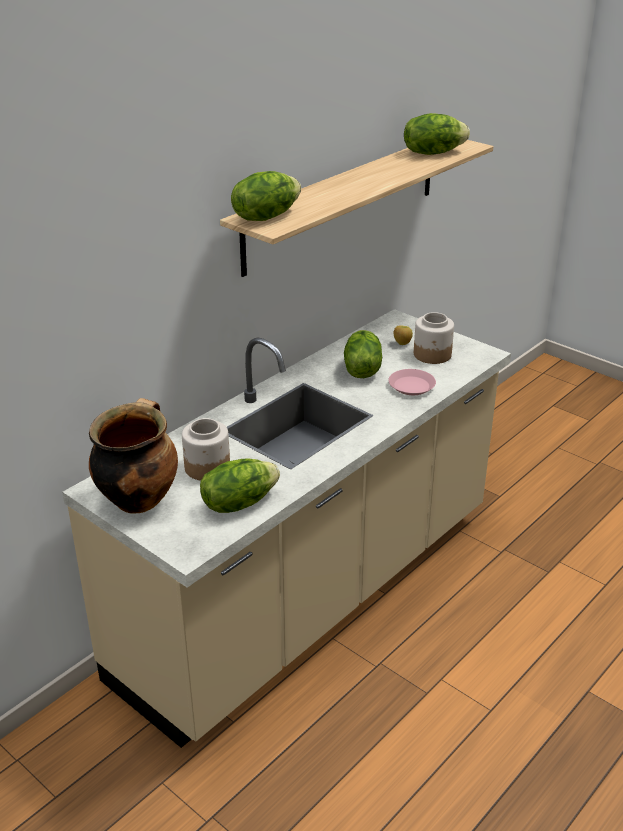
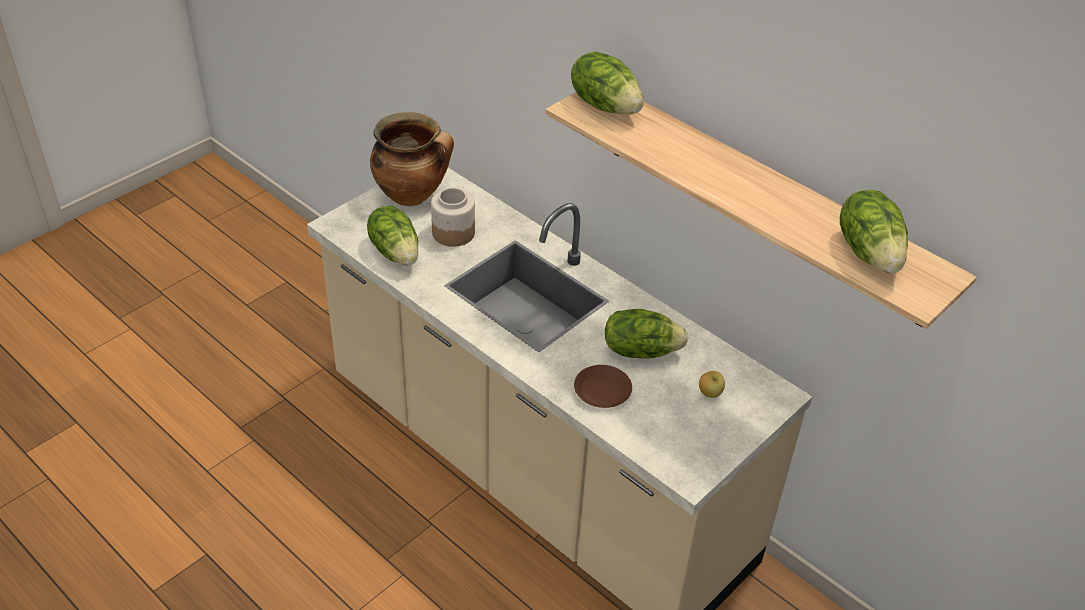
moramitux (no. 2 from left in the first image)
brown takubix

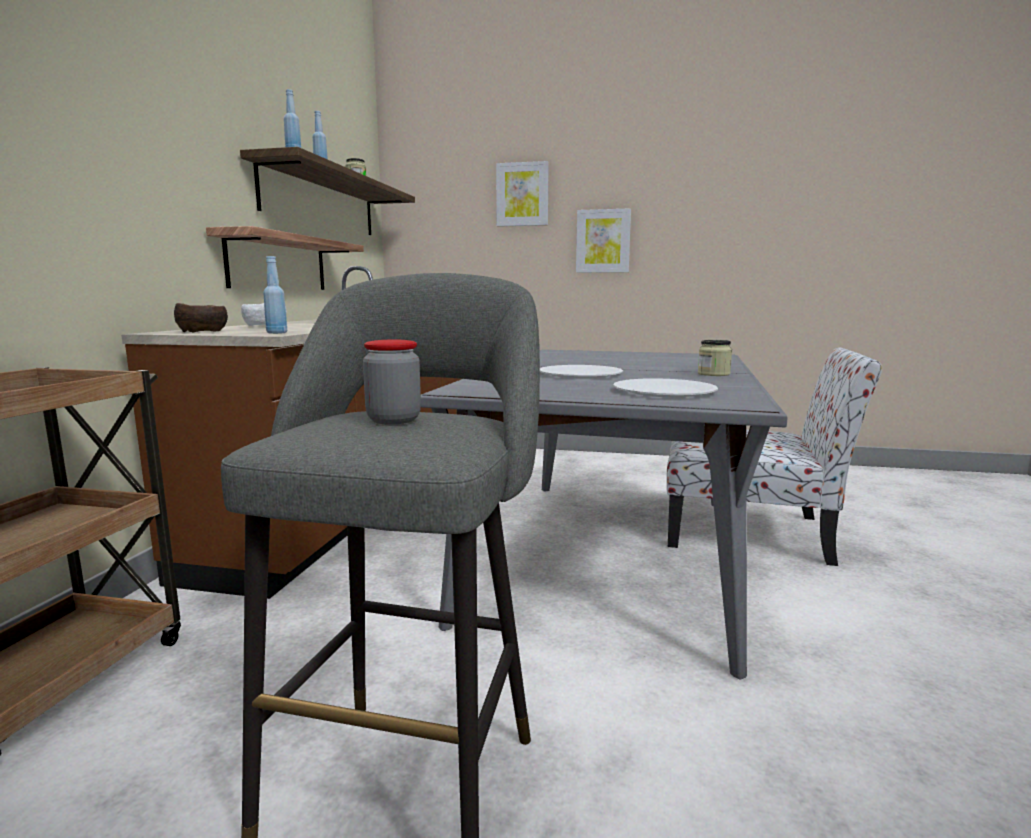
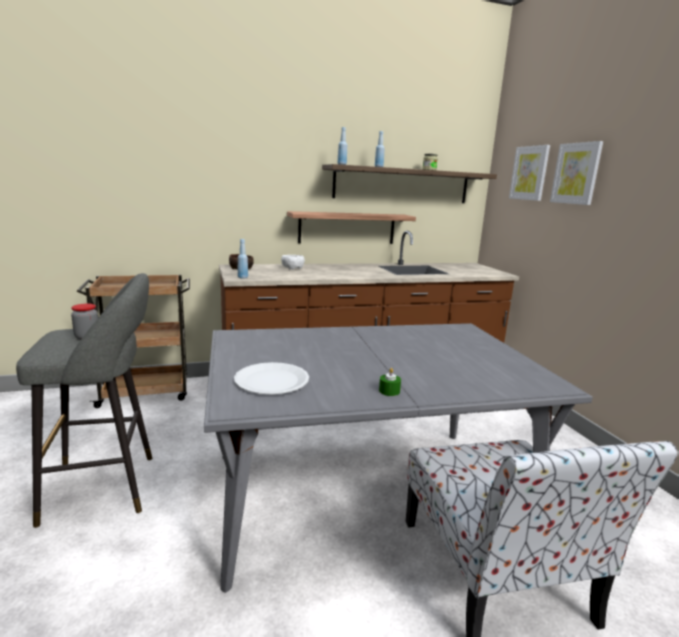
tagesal (no. 1 from left)
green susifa
white takubix (no. 1 from left in the first image)

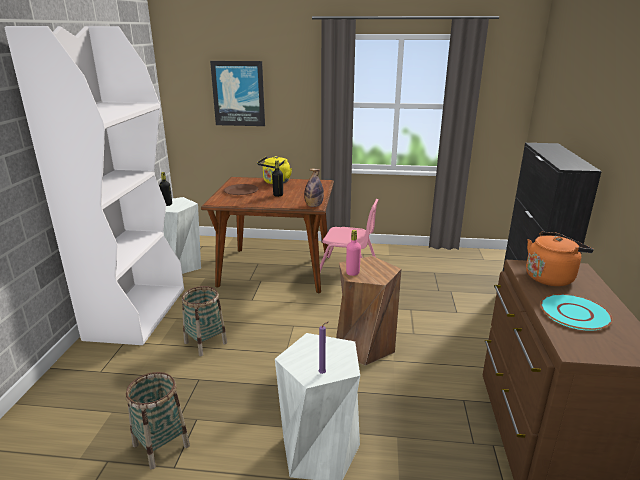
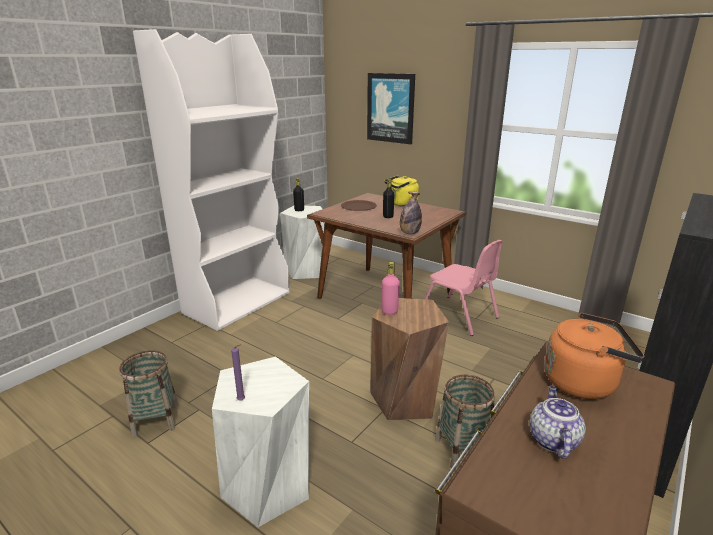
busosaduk (no. 2 from left)
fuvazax

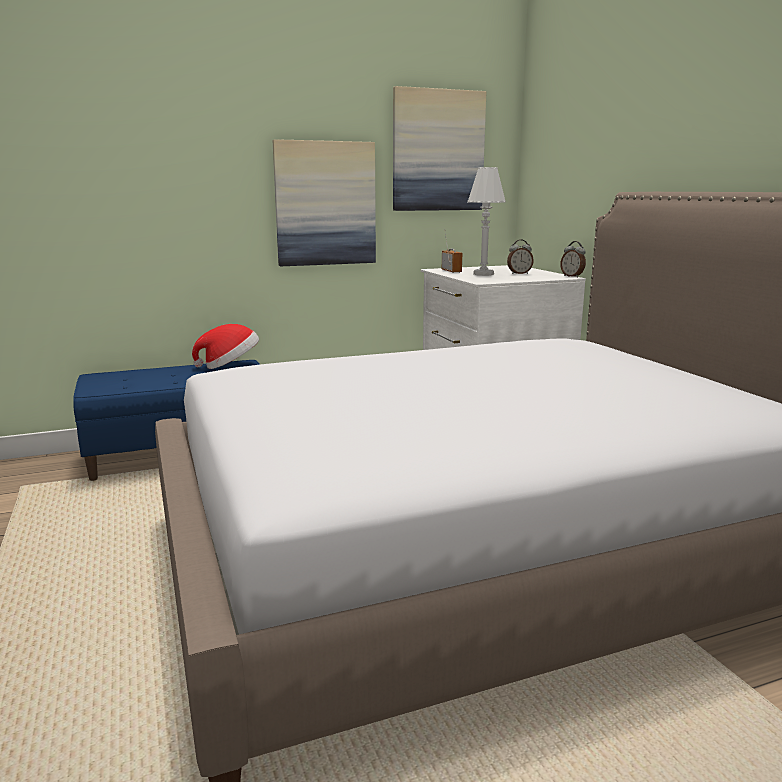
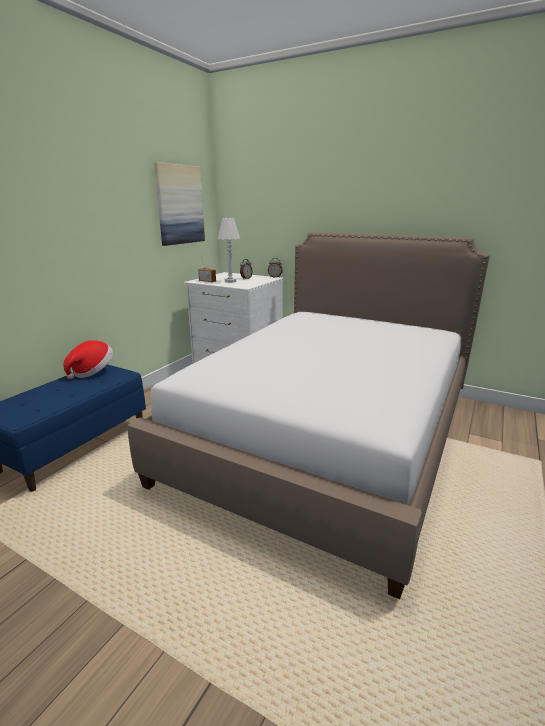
tagesal (no. 1 from left in the first image)

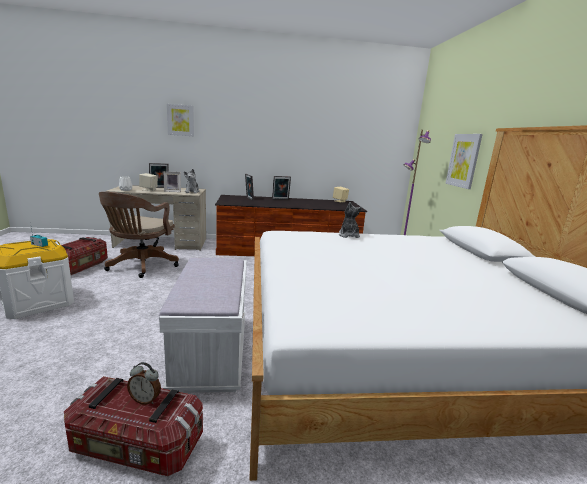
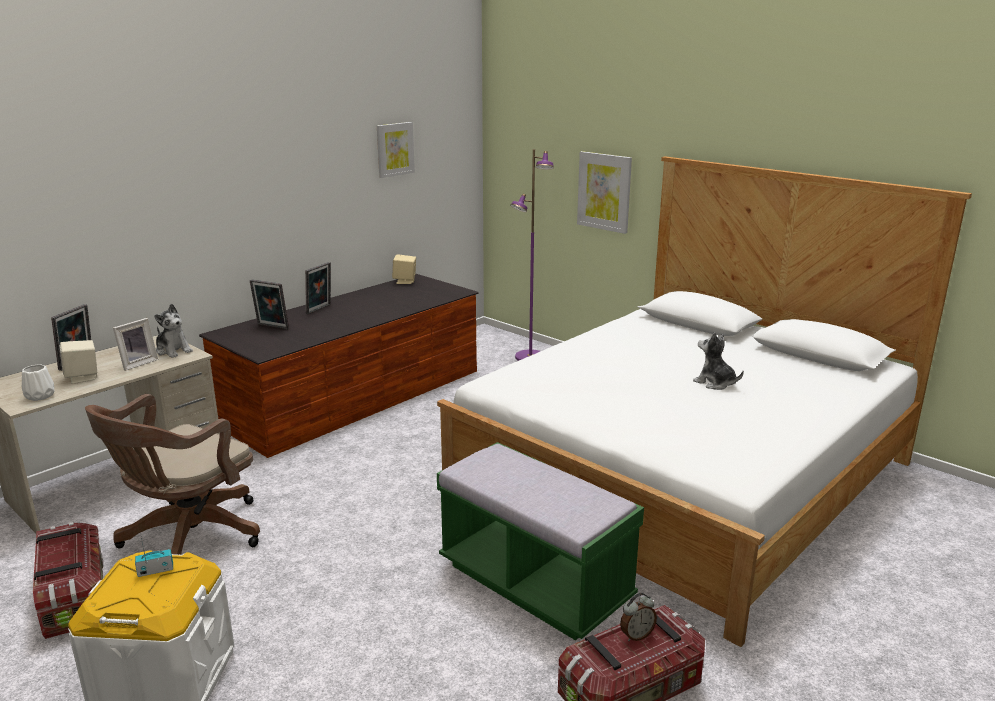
tagesal (no. 1 from left)
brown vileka
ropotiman (no. 2 from left)
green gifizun

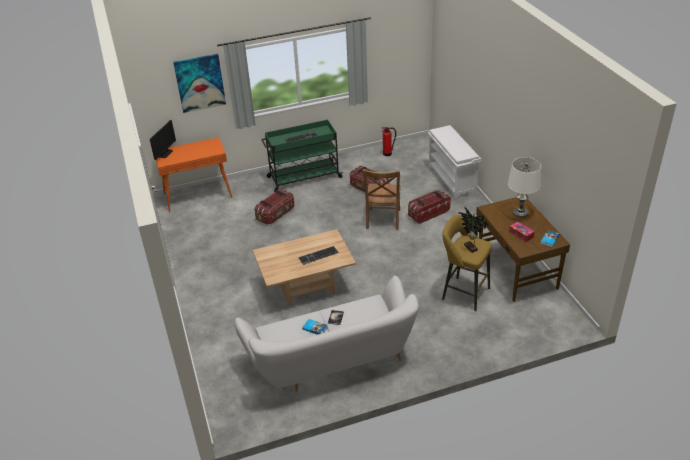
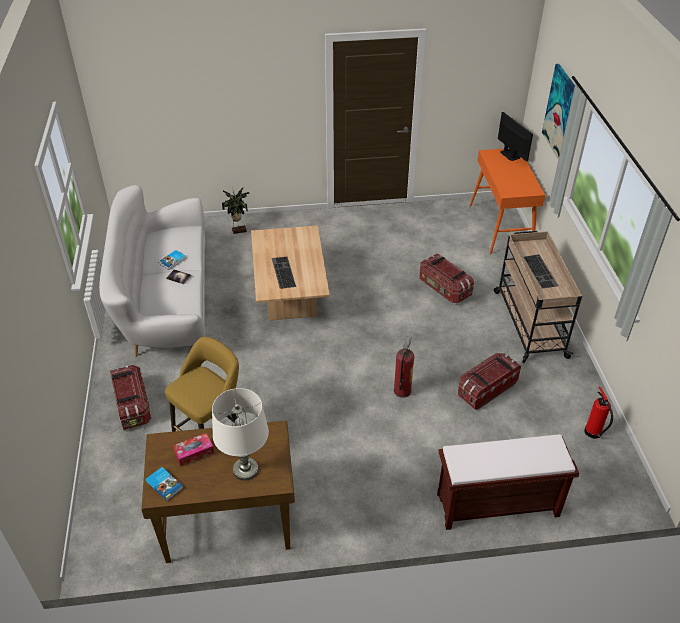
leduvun
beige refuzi
brown gifizun
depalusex (no. 1 from left)
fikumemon (no. 1 from left)
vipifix

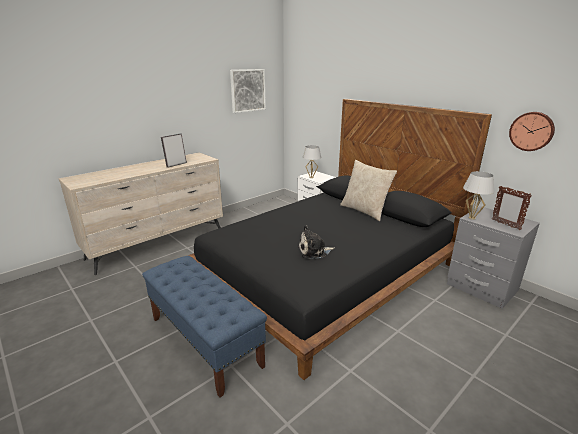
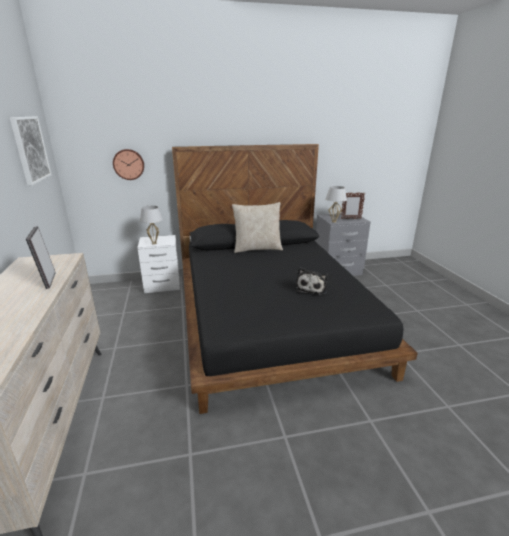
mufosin
blue gifizun

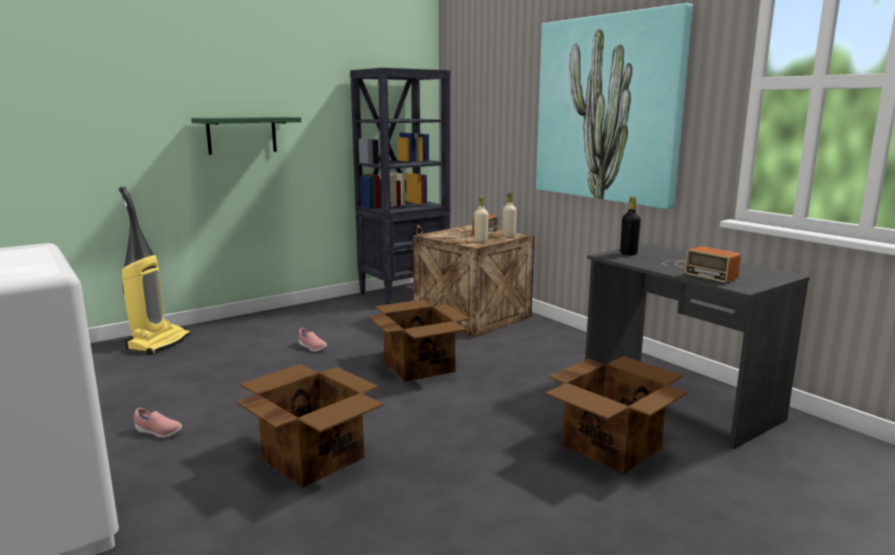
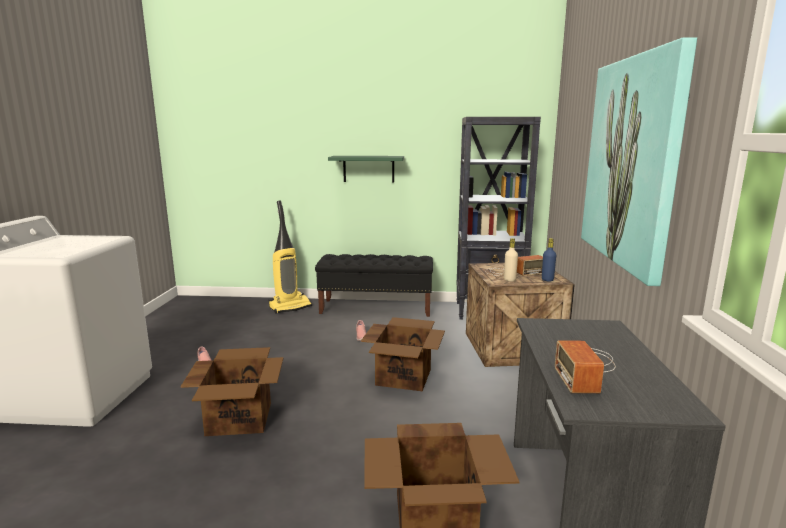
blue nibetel
black nibetel
black gifizun

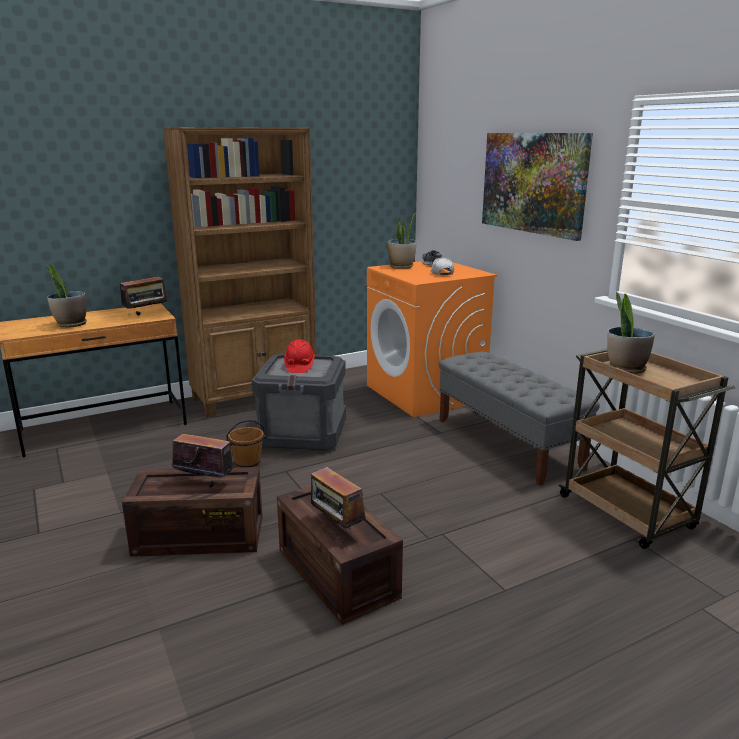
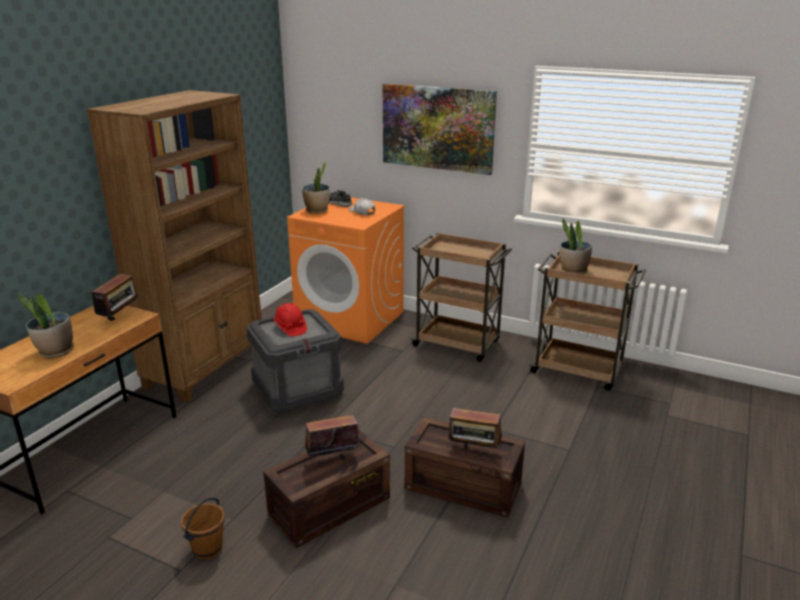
brown refuzi (no. 1 from left)
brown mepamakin

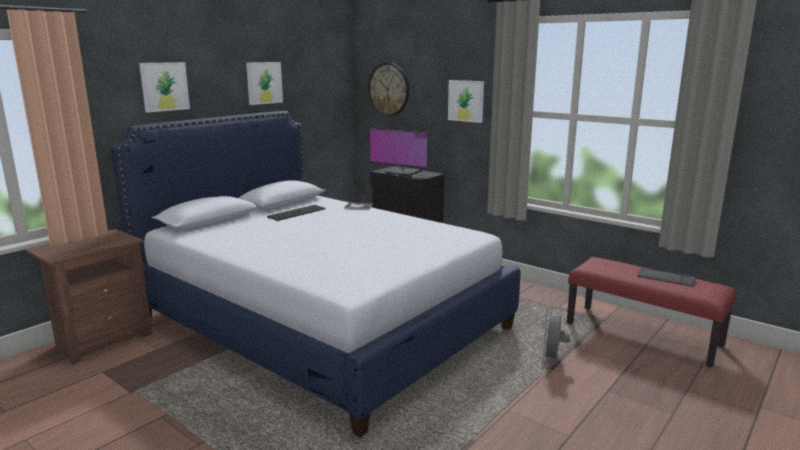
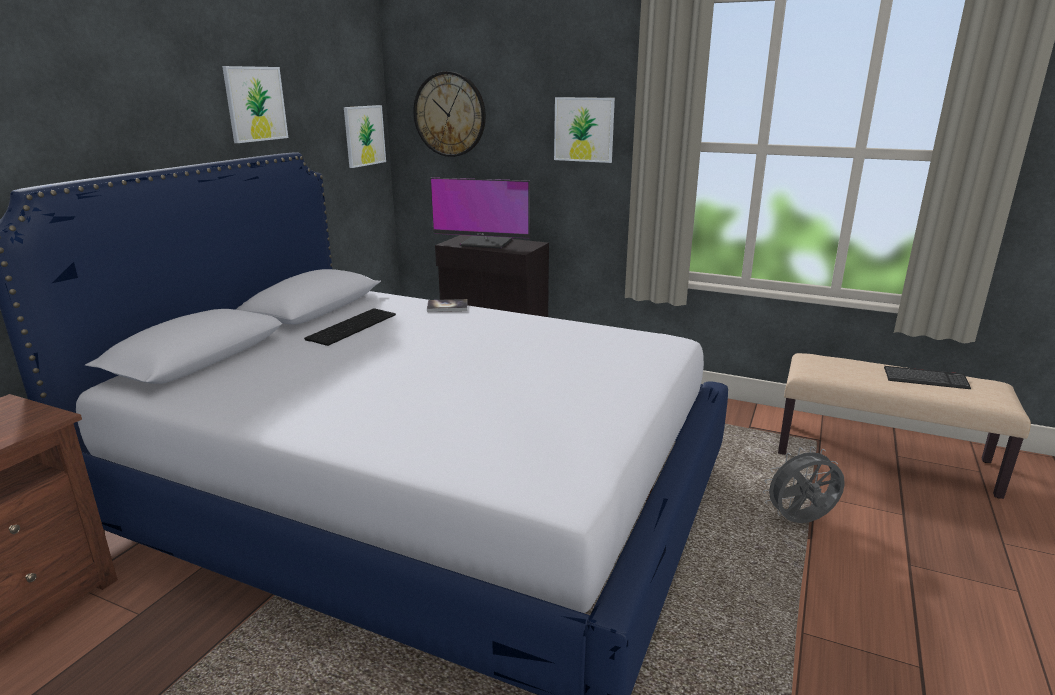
tagesal (no. 2 from left)
beige gifizun
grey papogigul

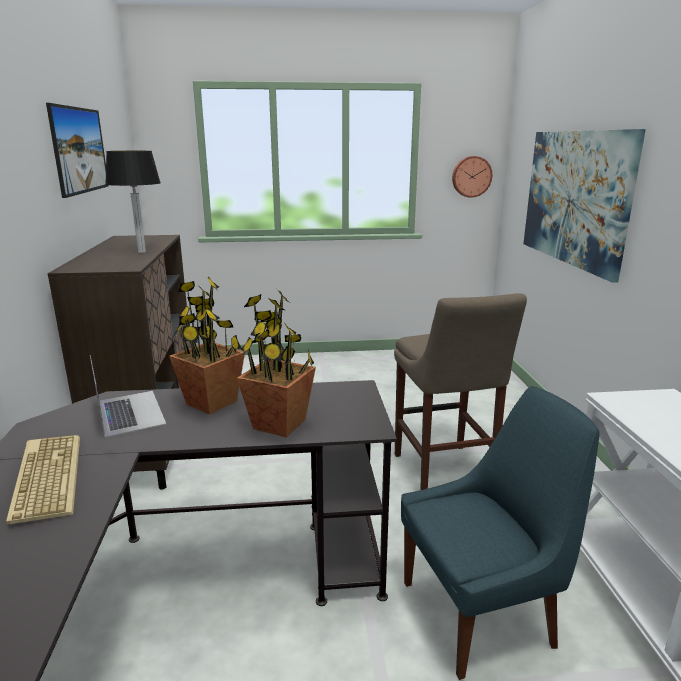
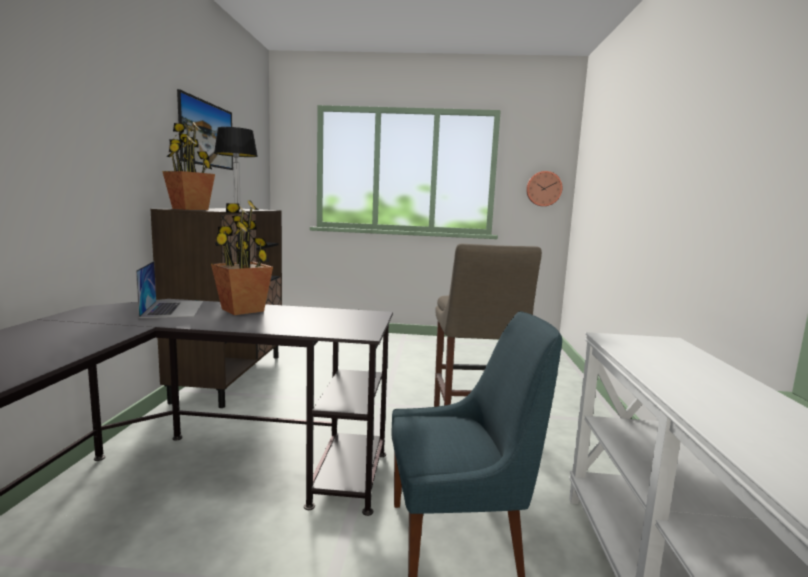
tagesal (no. 2 from left in the first image)
vipifix (no. 1 from left)
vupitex

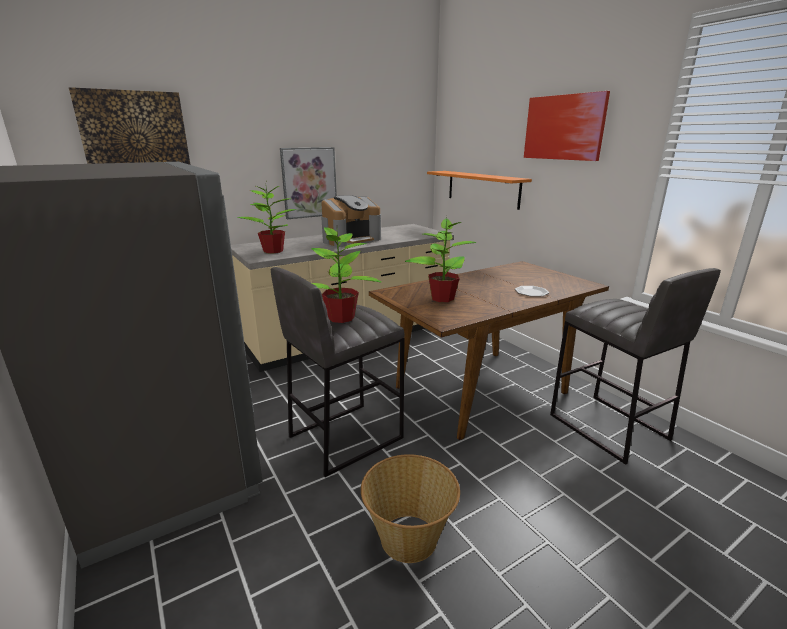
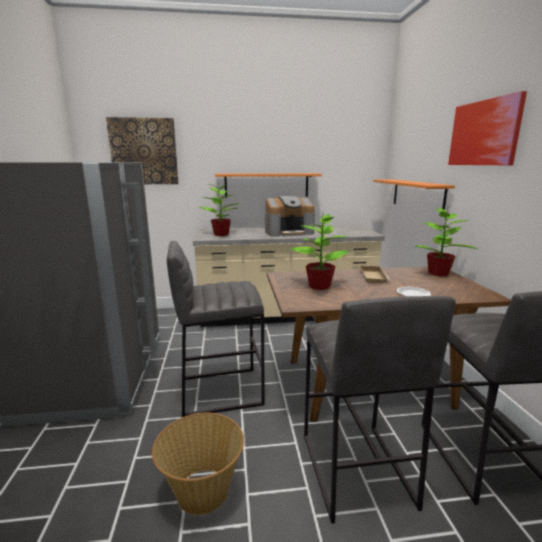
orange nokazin (no. 1 from left)
vipifix (no. 3 from left)
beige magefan
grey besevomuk (no. 2 from left)

